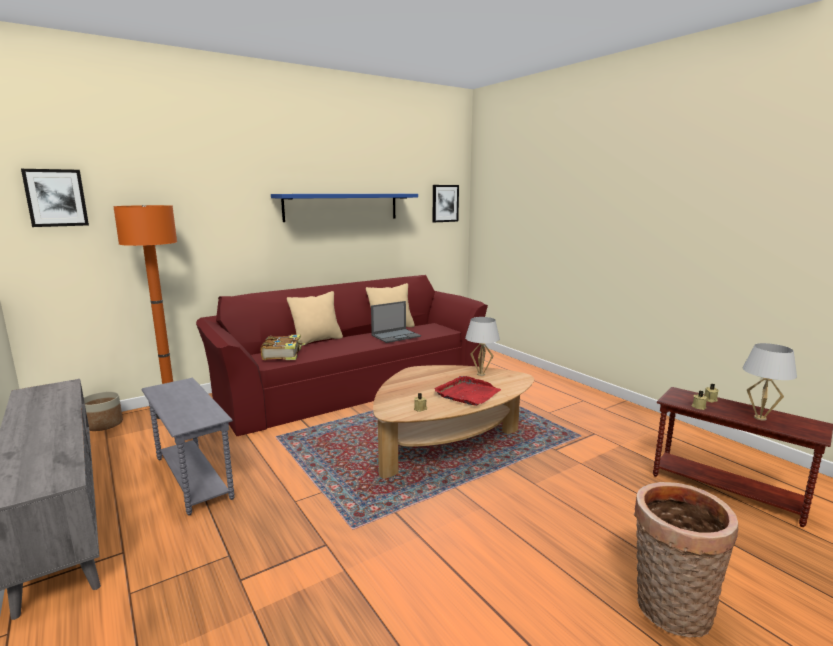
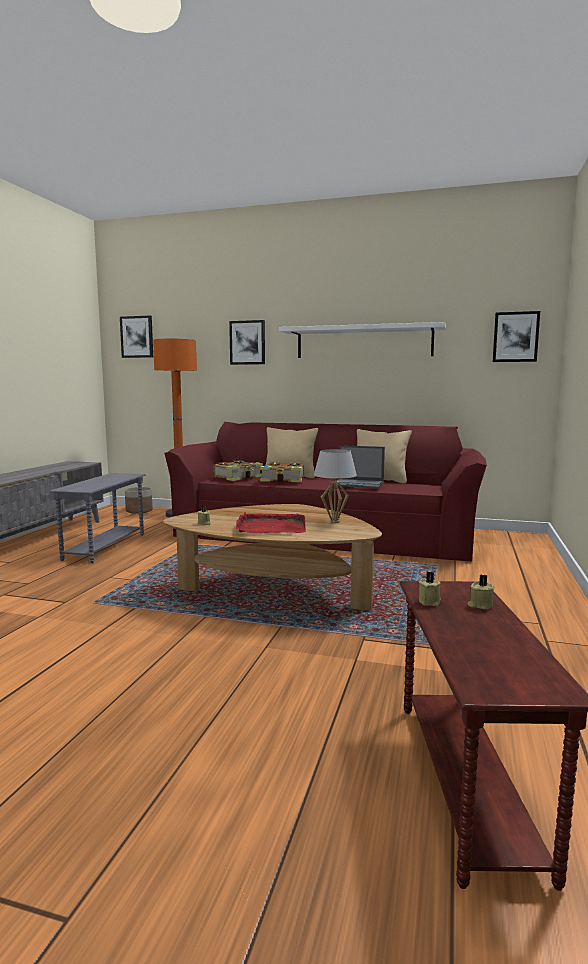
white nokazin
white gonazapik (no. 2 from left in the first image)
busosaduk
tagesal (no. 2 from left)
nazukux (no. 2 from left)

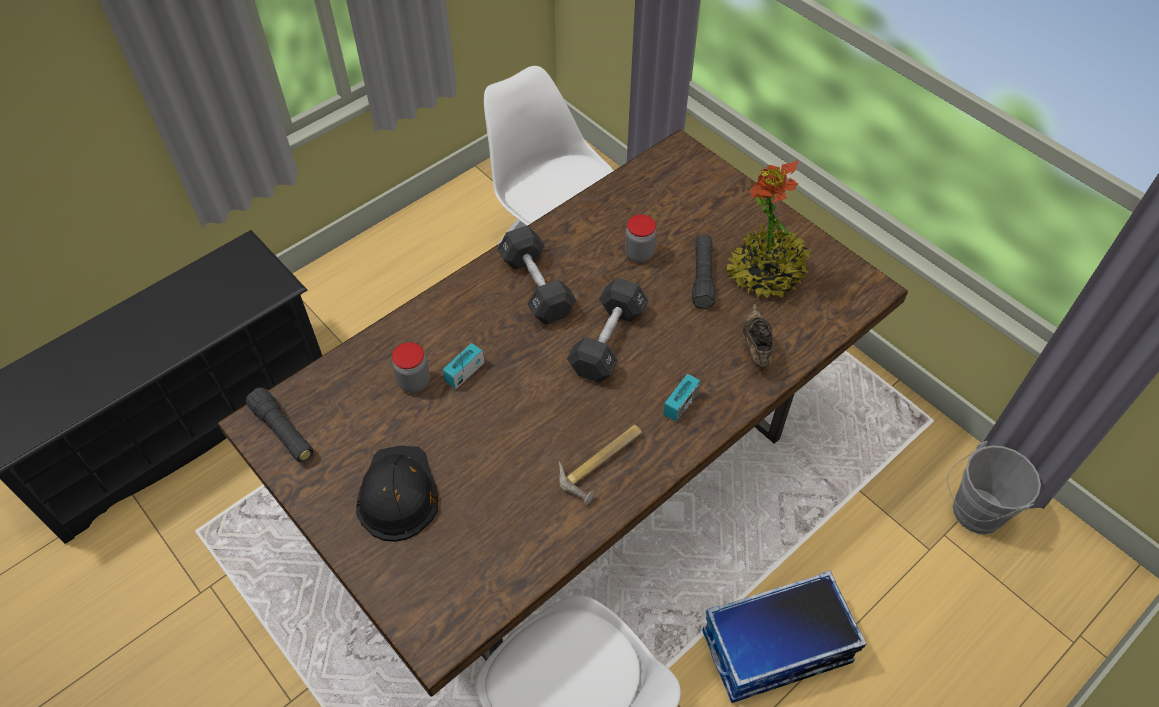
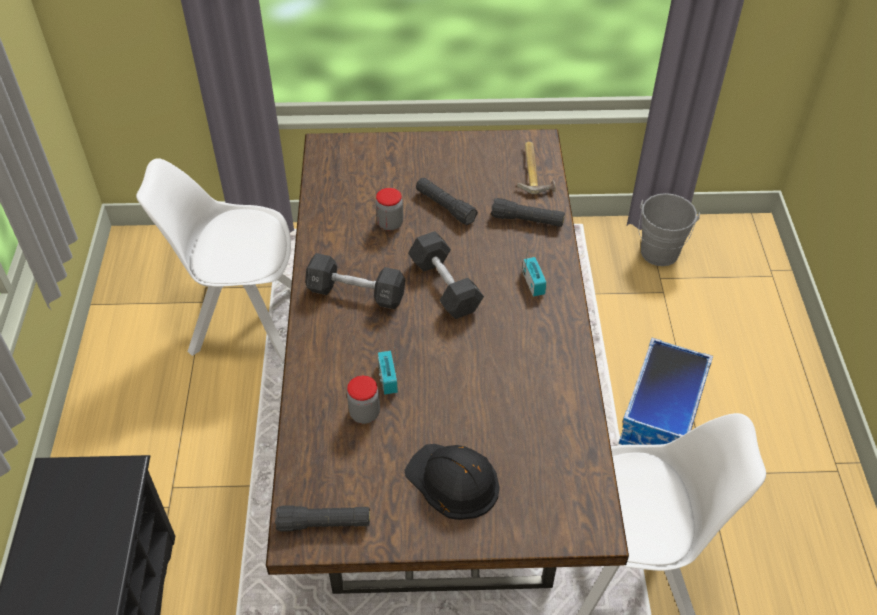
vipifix
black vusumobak (no. 3 from left)
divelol

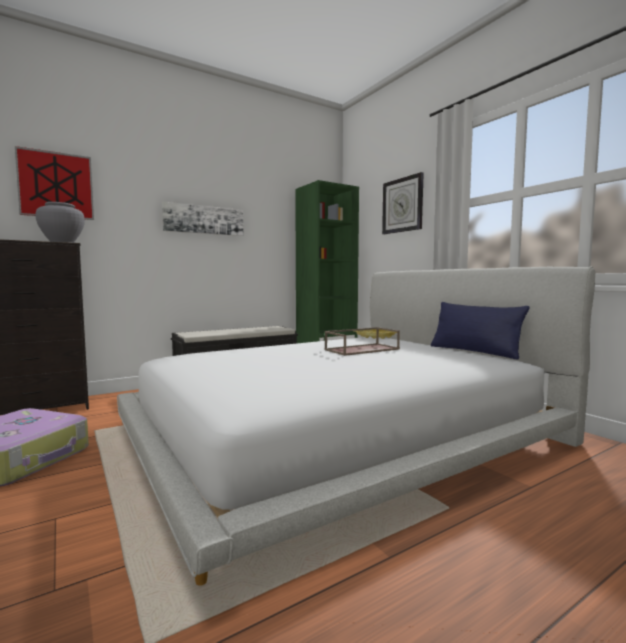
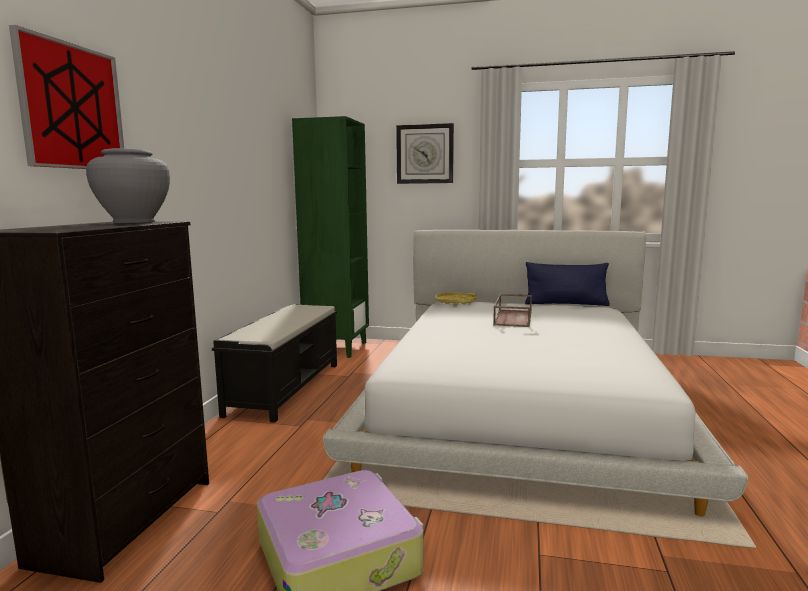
tagesal (no. 2 from left in the first image)

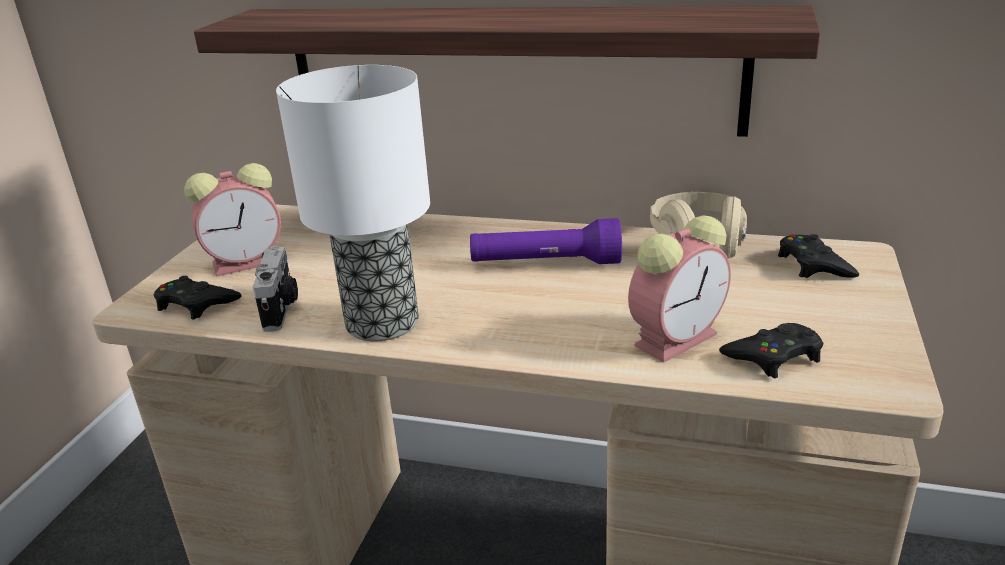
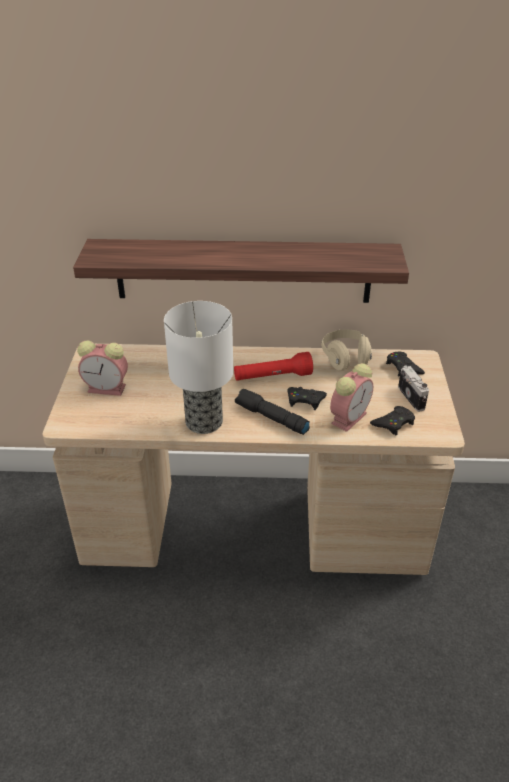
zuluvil (no. 1 from left)
red vusumobak
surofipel
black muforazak (no. 1 from left)
black vusumobak

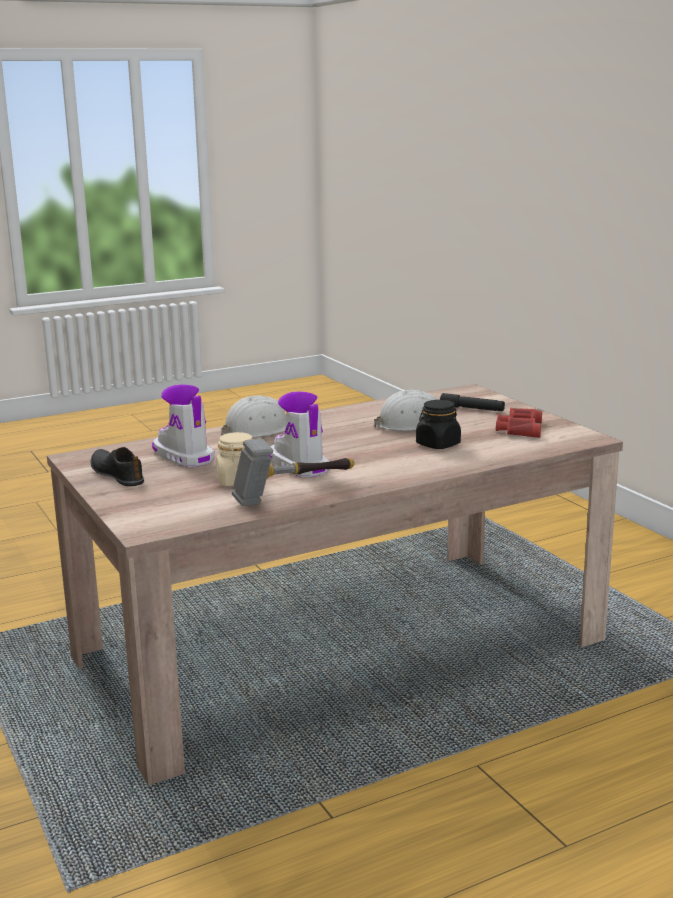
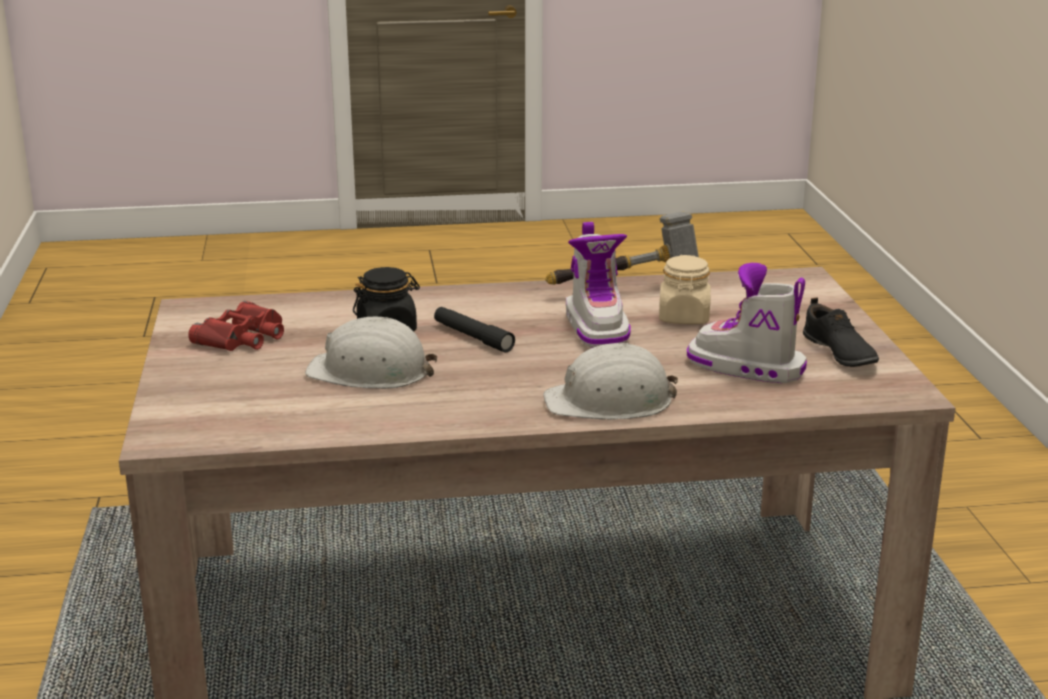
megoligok (no. 2 from left)
black vusumobak

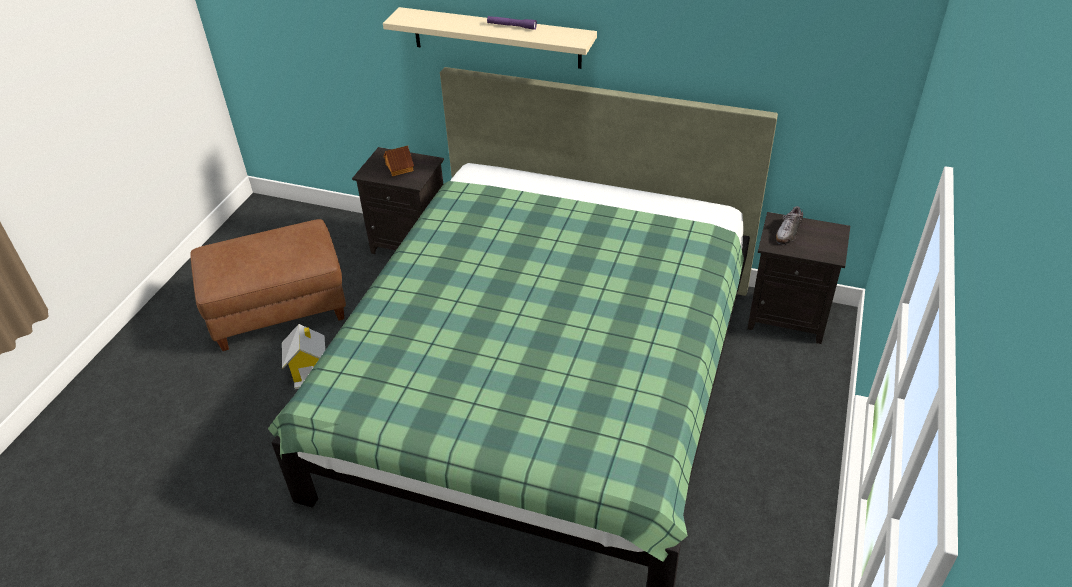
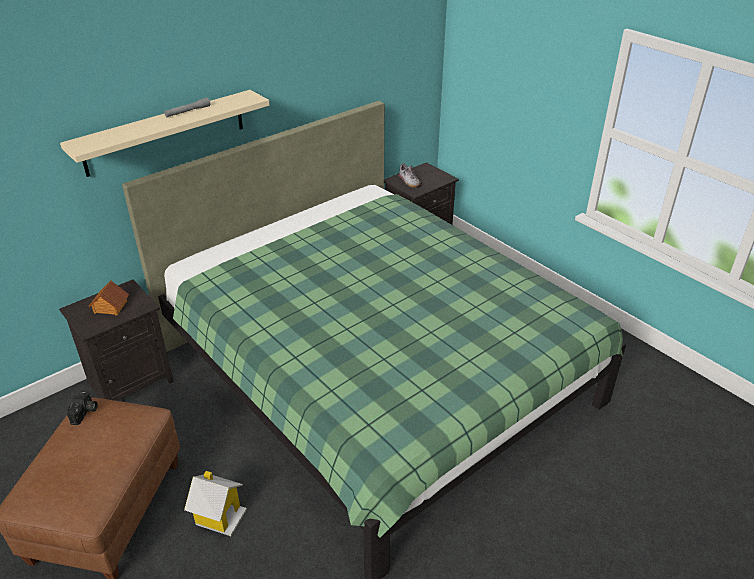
grey vusumobak
surofipel

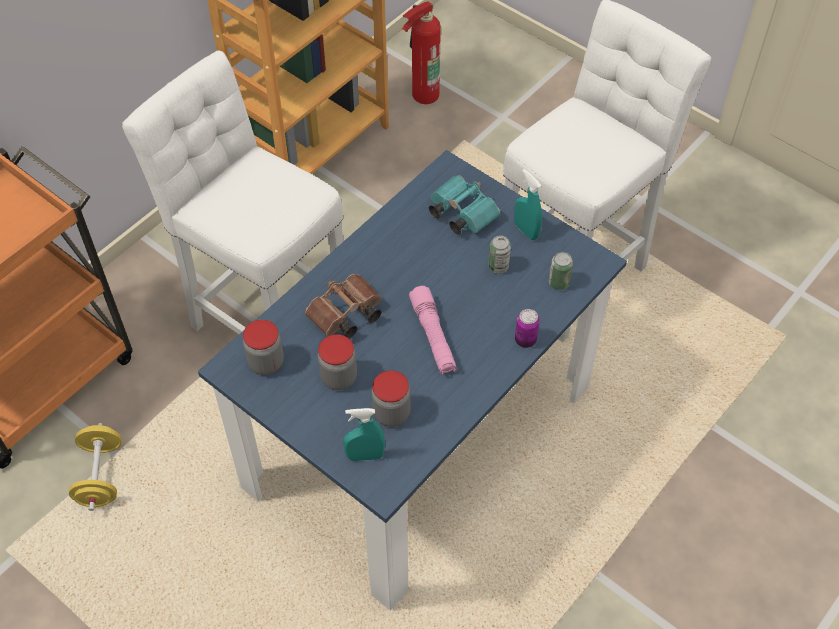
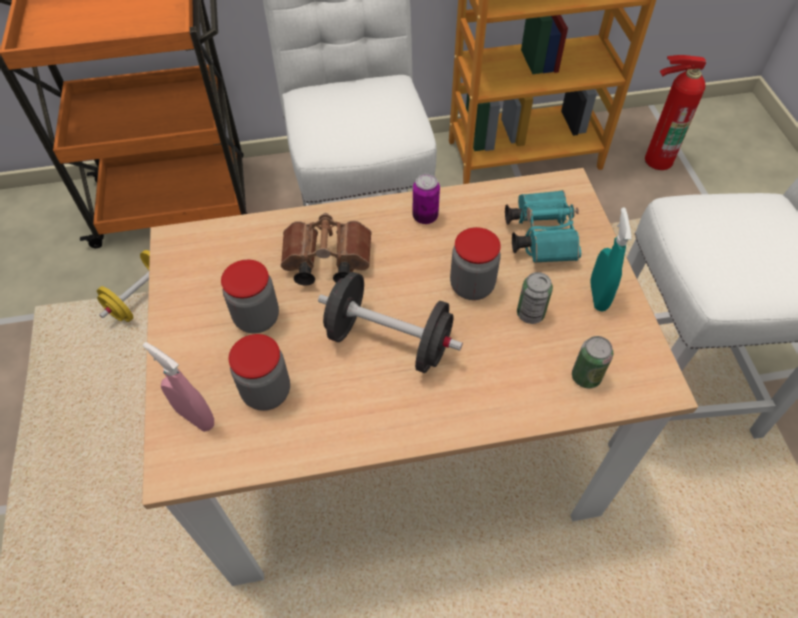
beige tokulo
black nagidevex
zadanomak (no. 1 from left)
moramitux (no. 3 from left)
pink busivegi

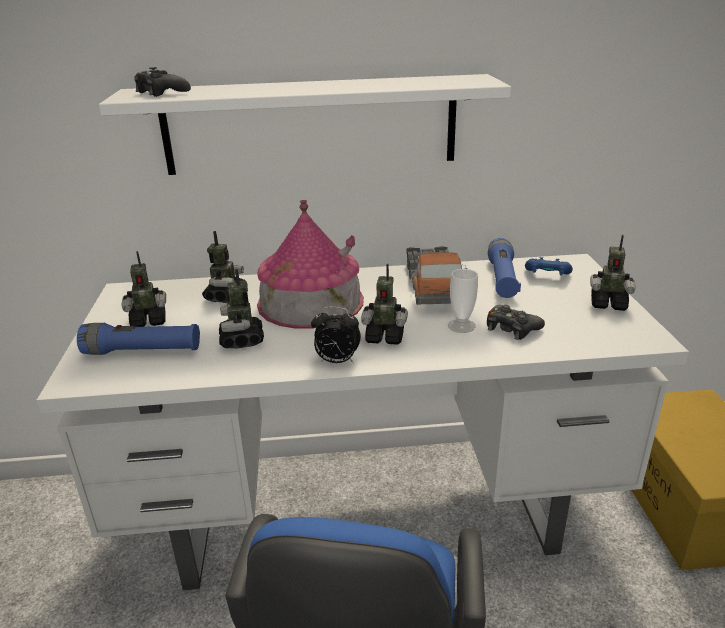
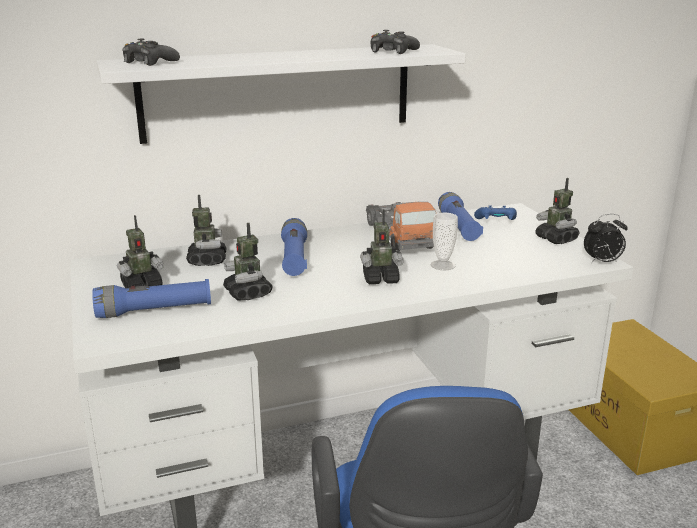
blue vusumobak (no. 2 from left)
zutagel (no. 5 from left)
black muforazak (no. 2 from left)
zuluvil

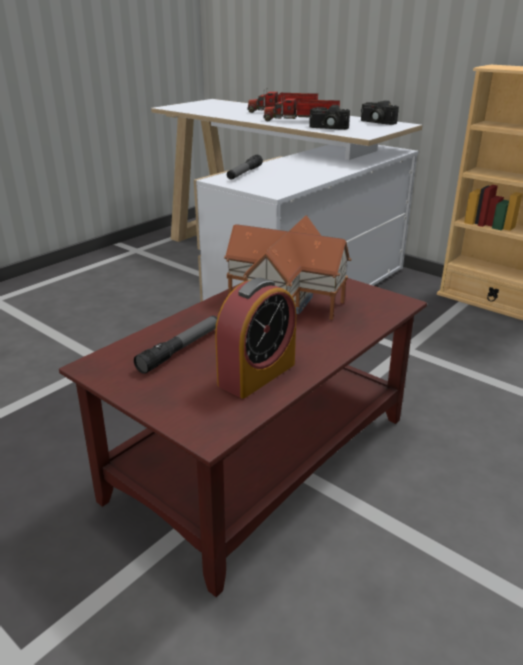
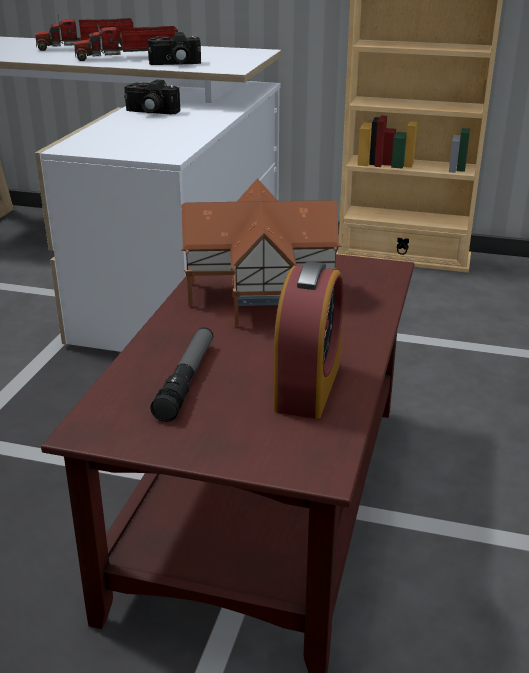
surofipel (no. 1 from left)
vusumobak (no. 2 from left in the first image)

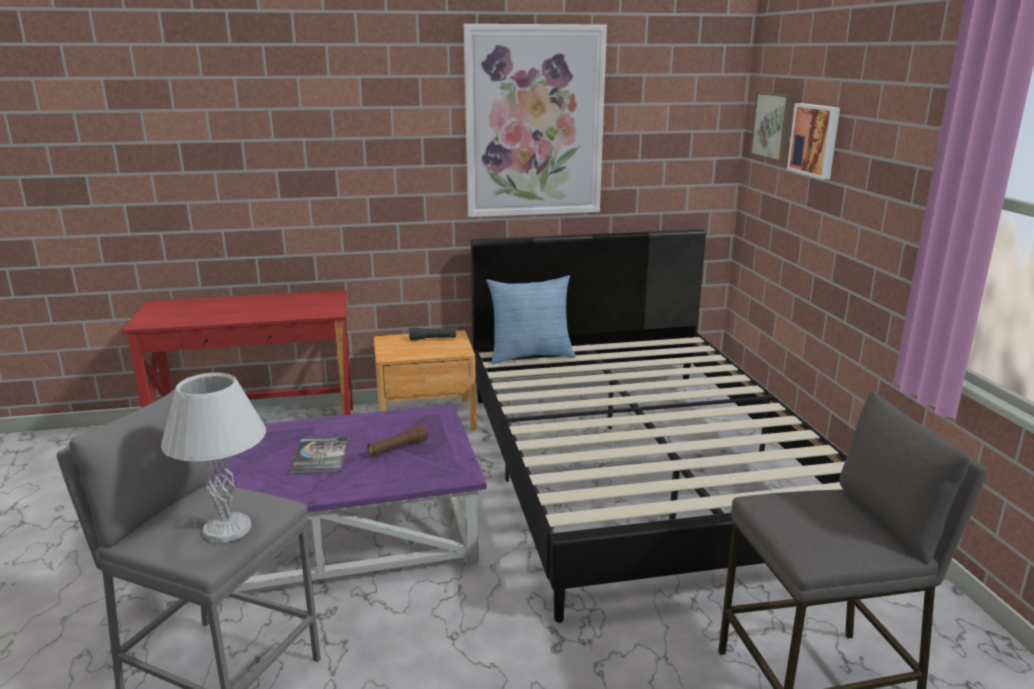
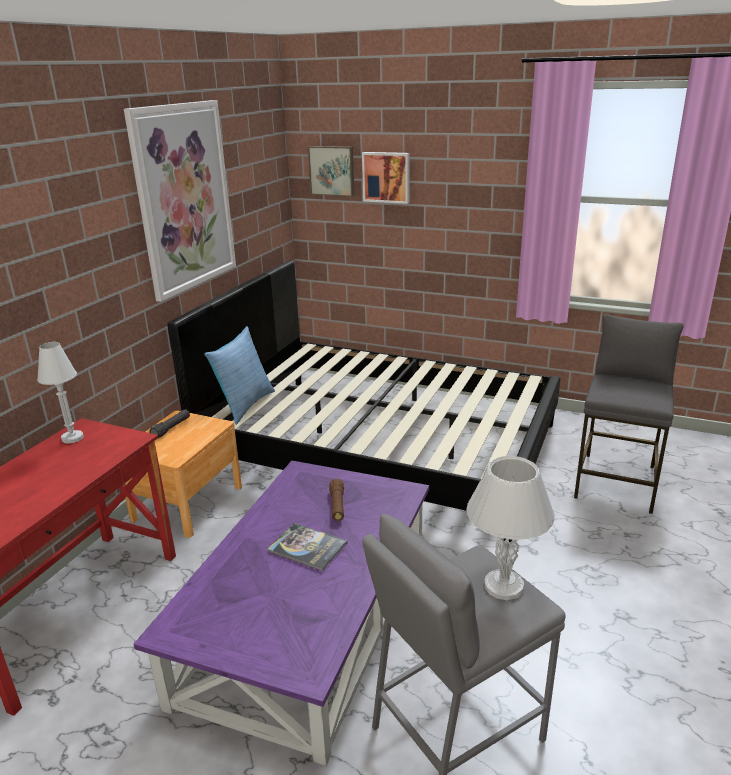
white gonazapik (no. 1 from left)

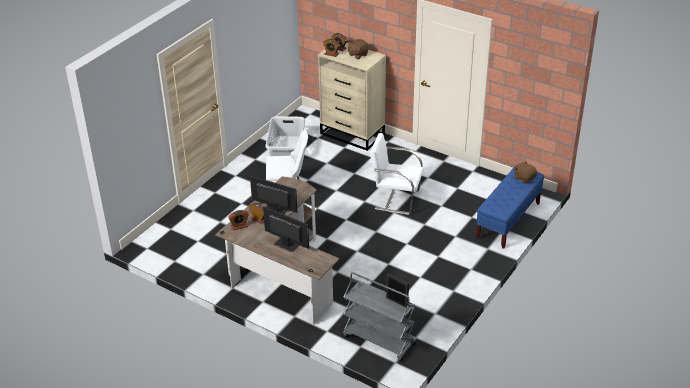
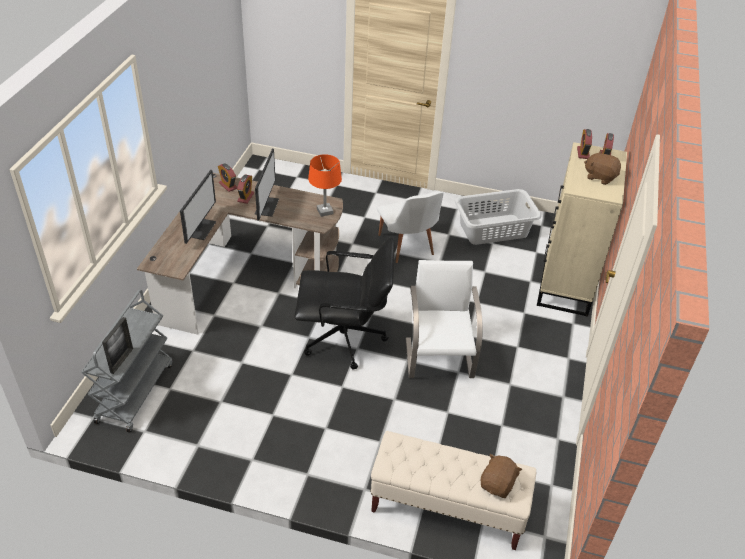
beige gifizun
orange gonazapik
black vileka

